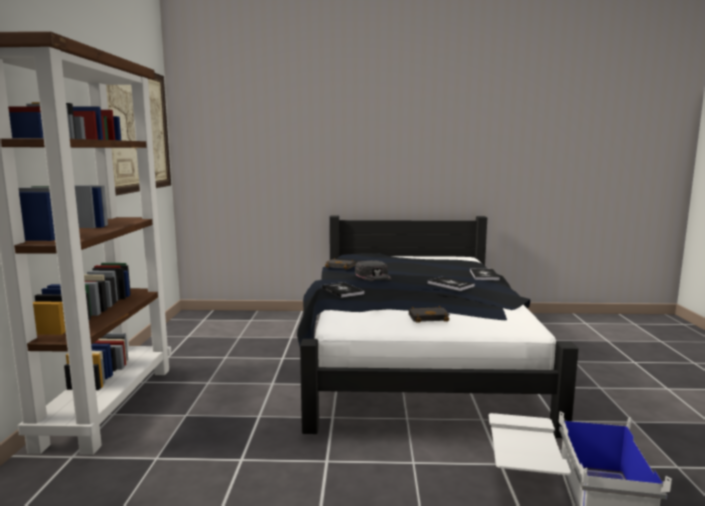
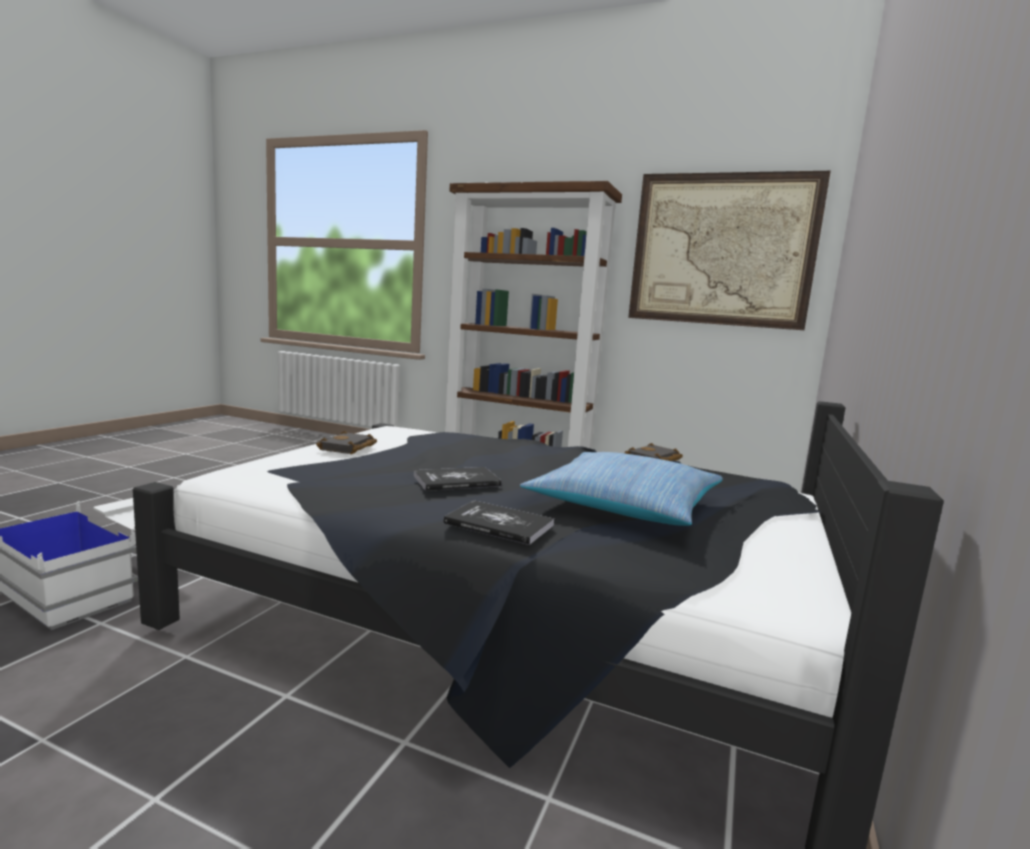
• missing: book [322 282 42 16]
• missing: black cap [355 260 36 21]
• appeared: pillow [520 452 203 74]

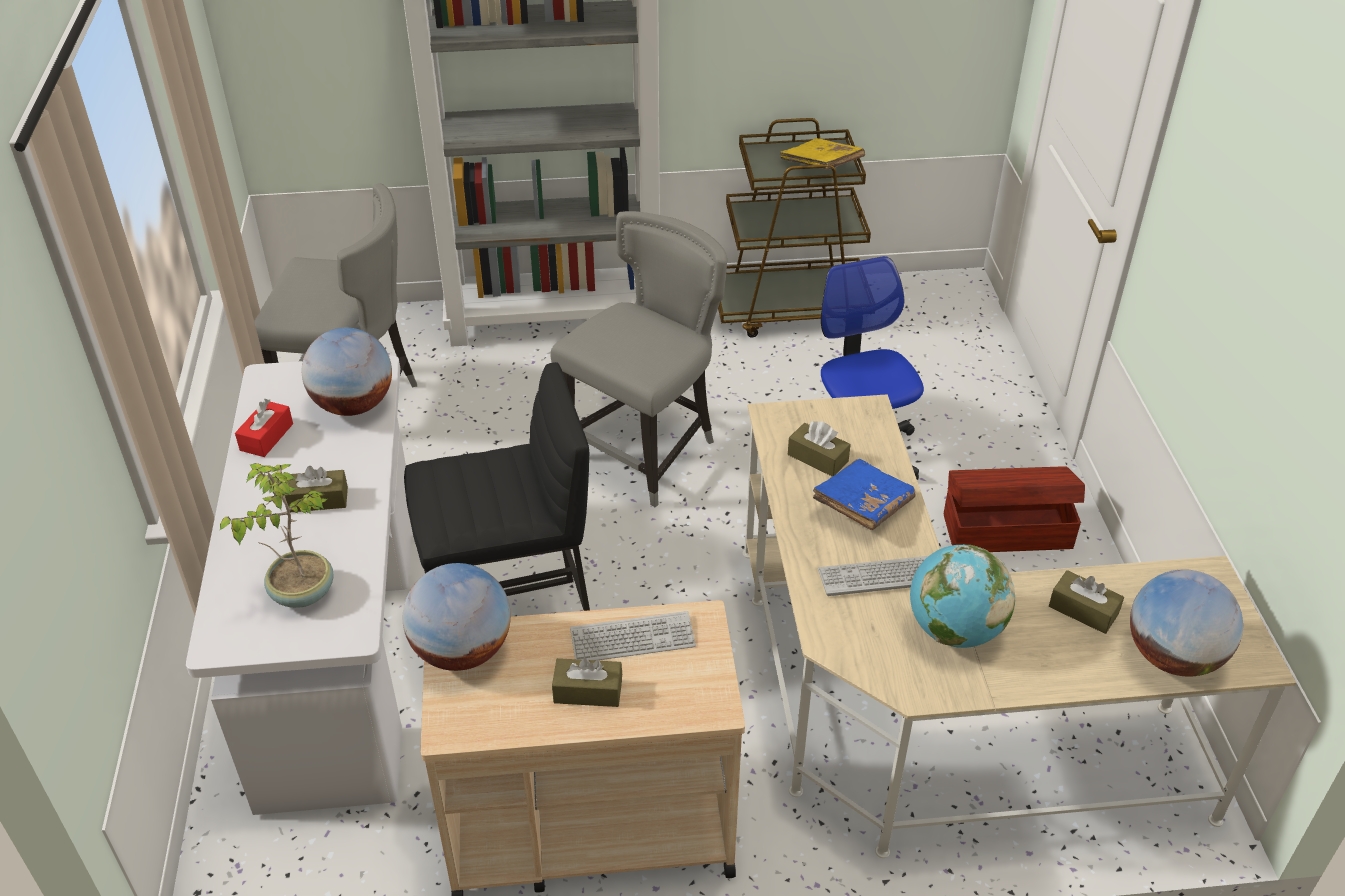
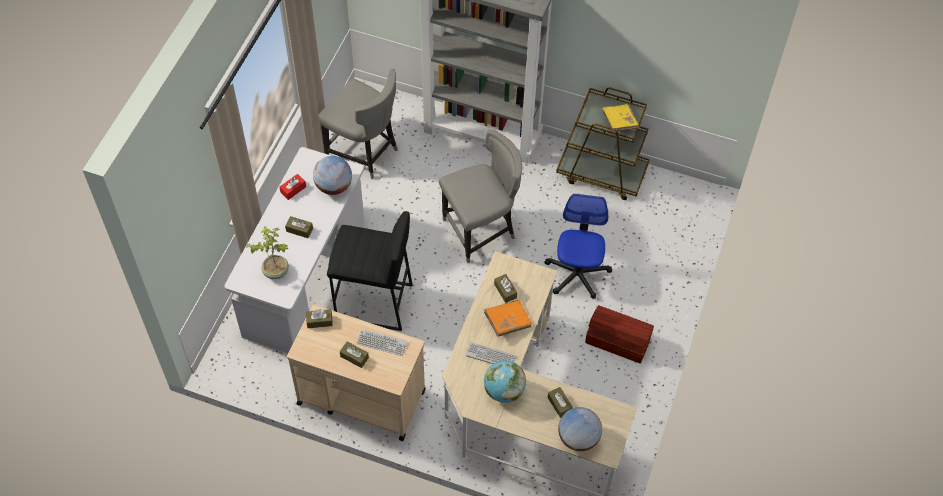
• exchanged: globe [403 563 108 108] to brown tissue box [306 309 27 19]
• colour: blue book [813 459 103 71] to orange book [484 300 48 37]

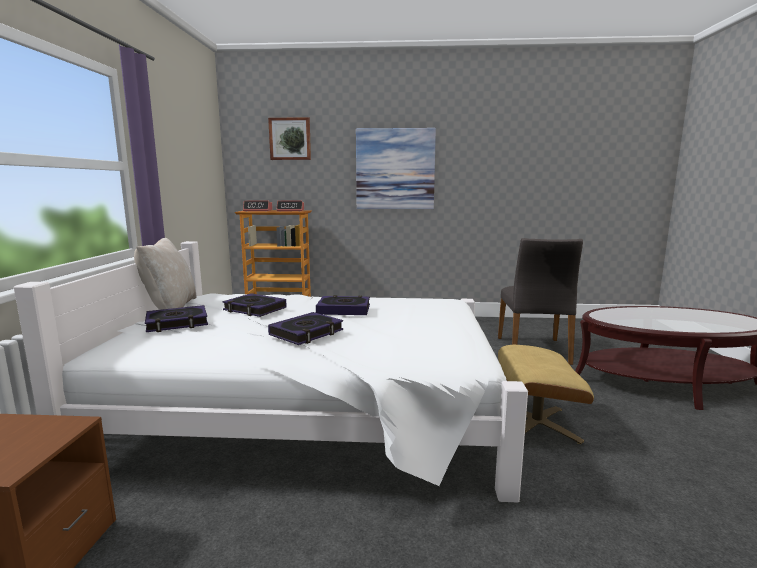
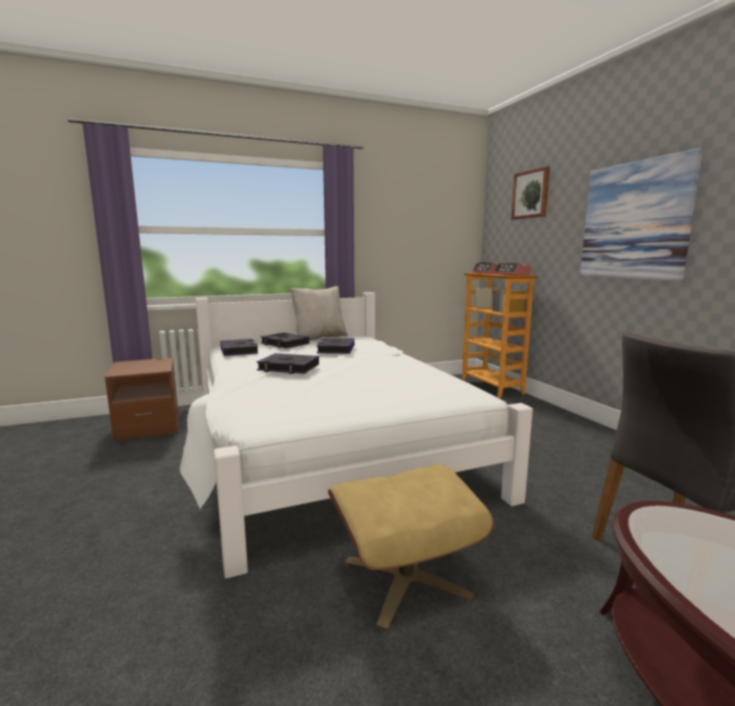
• relocated: book [316 295 54 20] to [220 339 38 17]

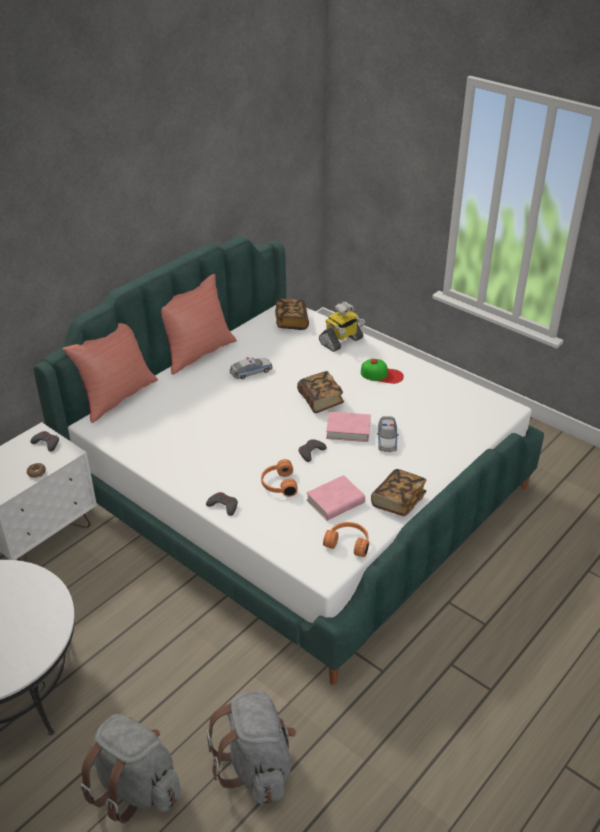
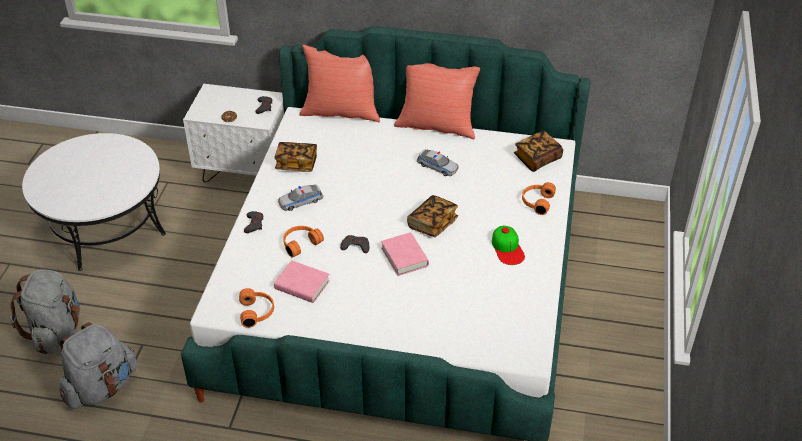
• exchanged: toy robot [319 302 47 50] to orange headphones [522 182 34 33]
• relocated: book [371 469 56 47] to [274 142 43 30]
• relocated: toy car [377 416 22 36] to [278 184 45 27]

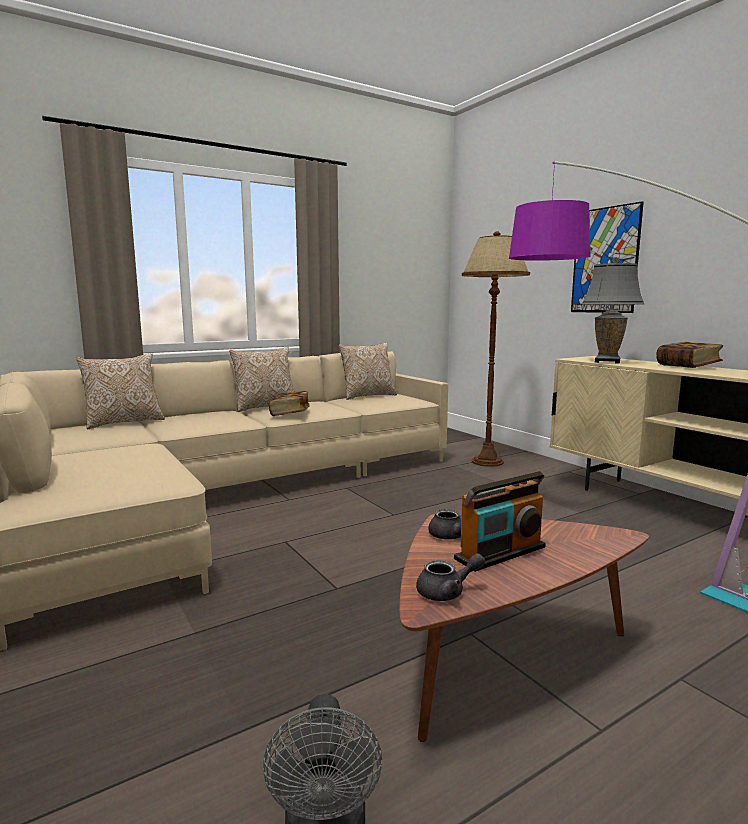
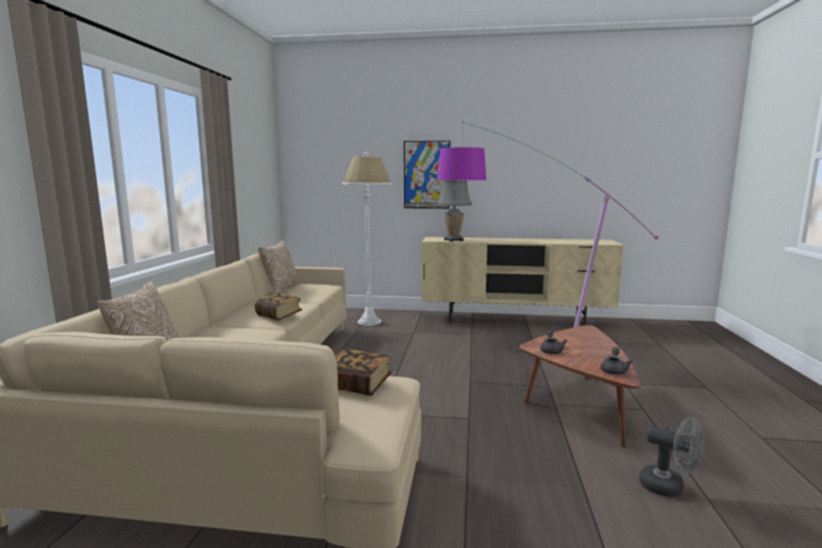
• missing: pillow [229 347 65 65]
• missing: radio [454 471 92 101]
• colour: brown floor lamp [462 231 68 236] to white floor lamp [342 152 50 174]
• relocated: book [657 342 66 26] to [335 349 57 47]

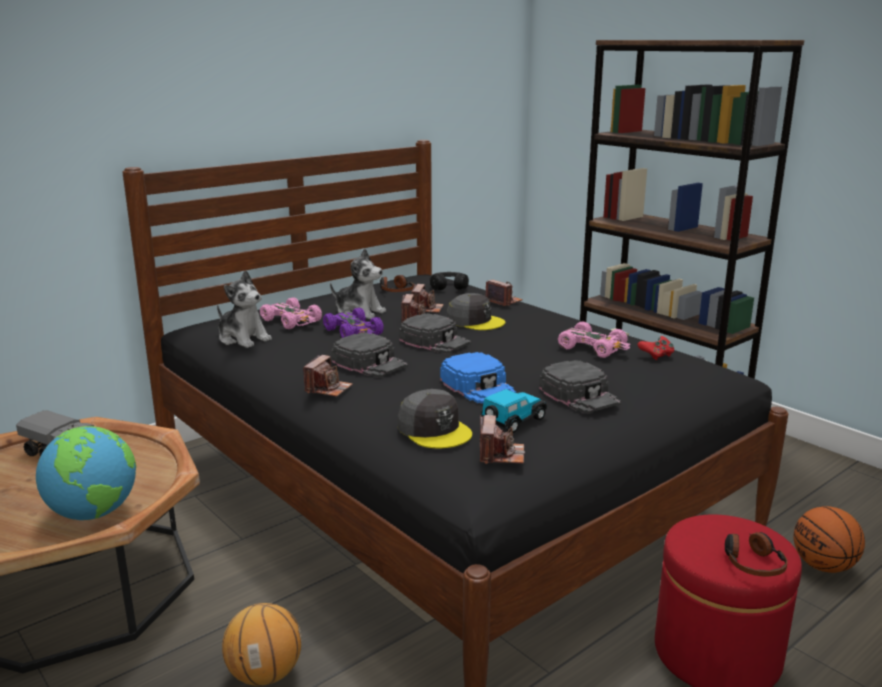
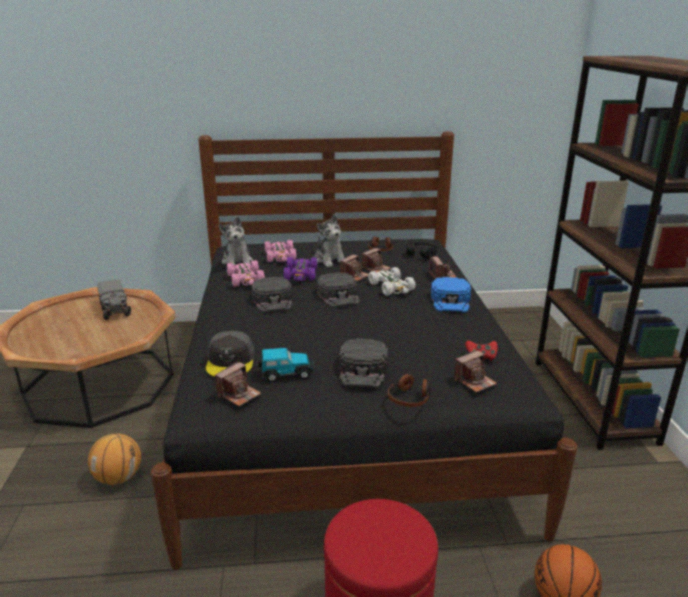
• missing: globe [36 426 100 94]
• relocated: photo camera [303 355 50 42] to [454 350 43 42]
• relocated: blue cap [440 352 76 52] to [431 277 40 36]
• exchanged: grey cap [447 293 59 37] to white toy car [368 267 47 29]
• relocated: pink toy car [558 322 72 36] to [227 260 38 27]
• relocated: headphones [725 532 63 44] to [388 373 43 34]

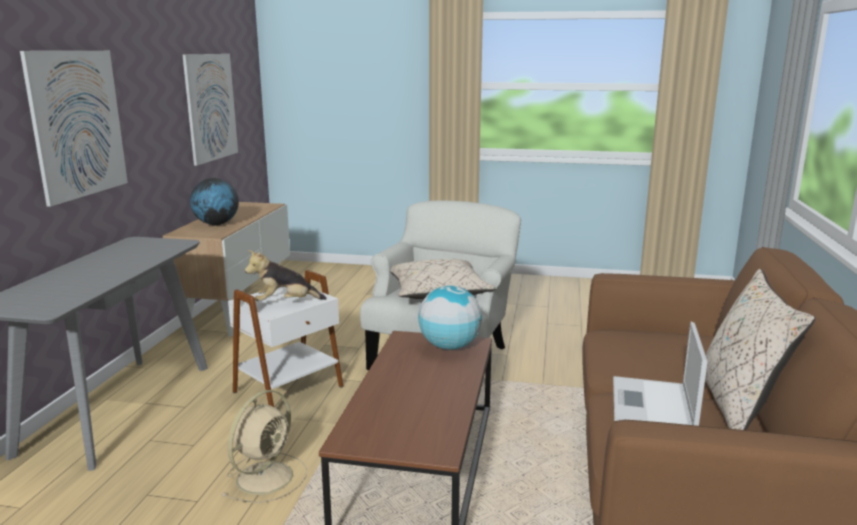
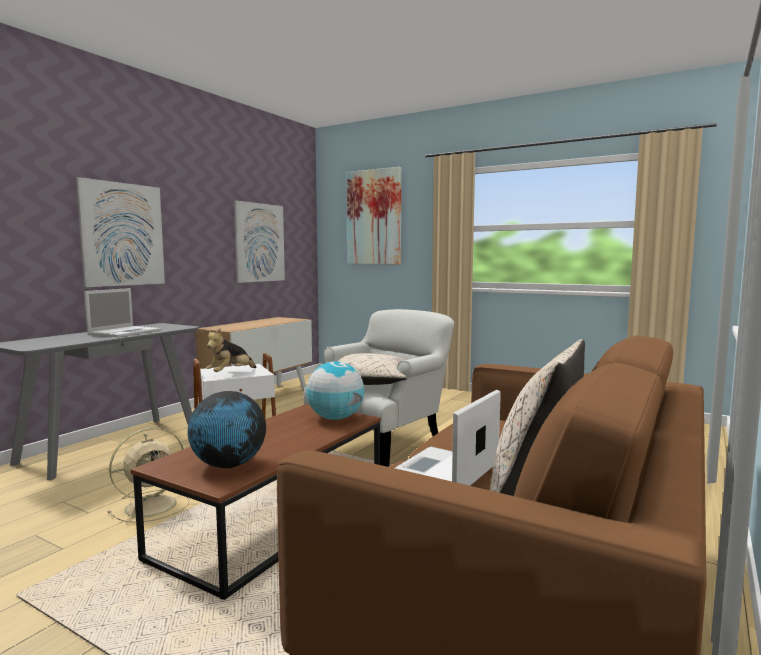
• relocated: globe [190 178 49 48] to [188 391 78 77]
• spun: plush toy [245 250 82 51] = [205 328 51 44] 60 degrees counterclockwise
• appeared: laptop [84 288 77 49]
• appeared: picture [347 167 54 98]

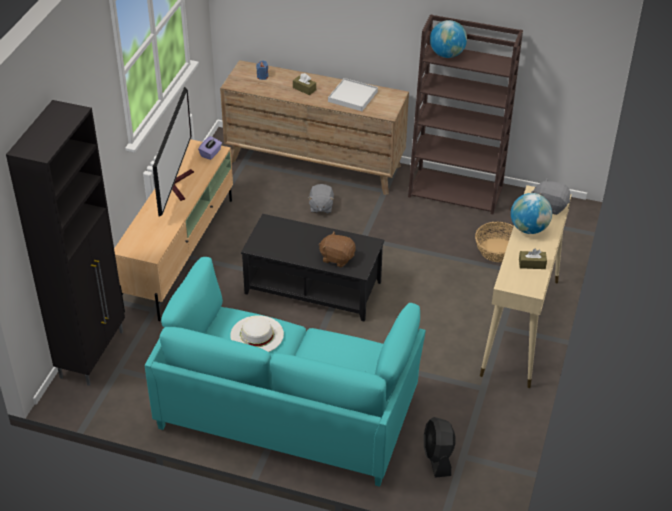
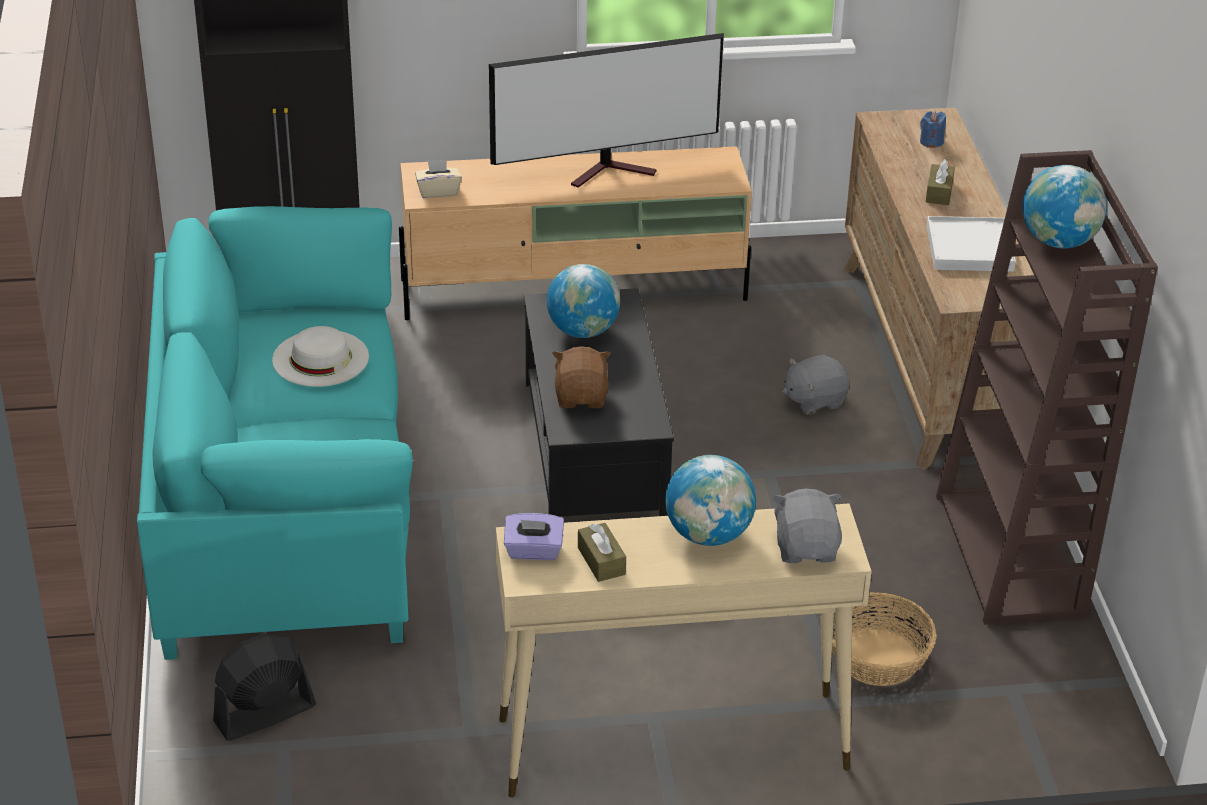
• relocated: purple tissue box [198 136 24 24] to [504 513 60 47]
• appeared: beige tissue box [415 159 47 39]
• appeared: globe [547 264 73 74]

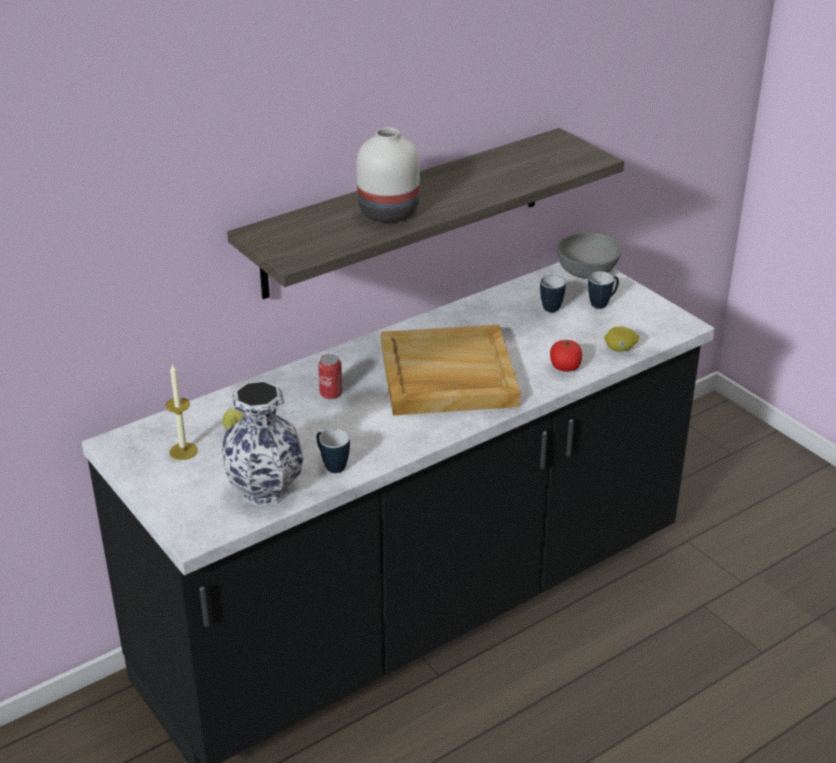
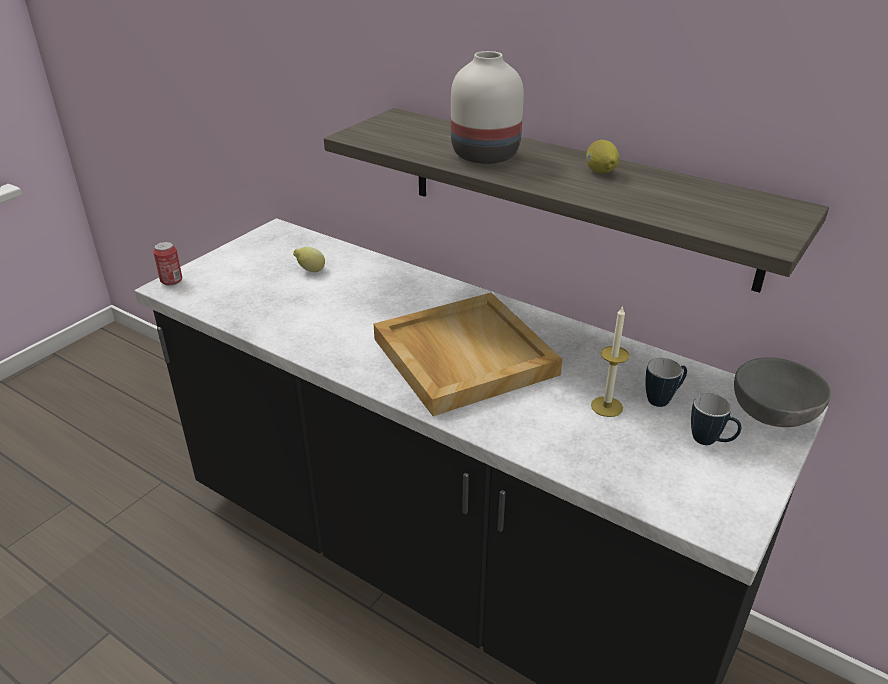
• relocated: candle [165 363 33 97] to [591 305 38 112]
• missing: vase [222 381 81 125]
• missing: mug [316 429 34 44]
• relocated: can [318 354 25 45] to [153 242 29 44]
• missing: tomato [550 340 32 32]
• relocated: lemon [604 326 35 26] to [586 140 33 34]

